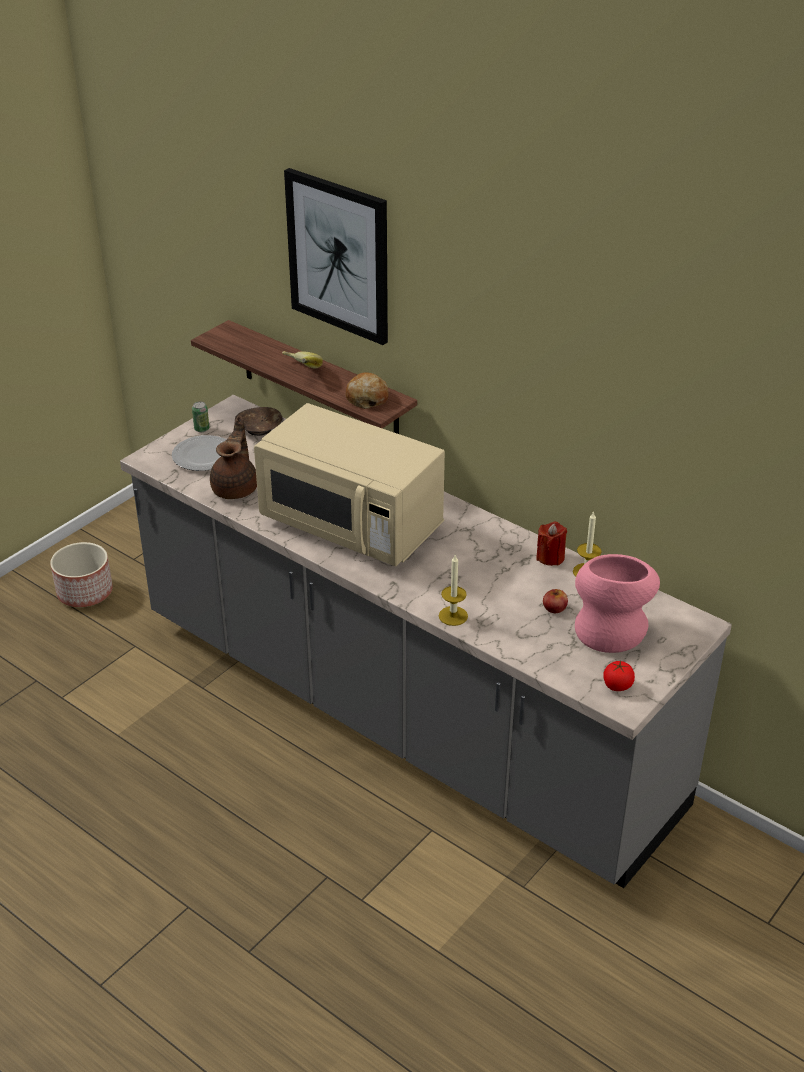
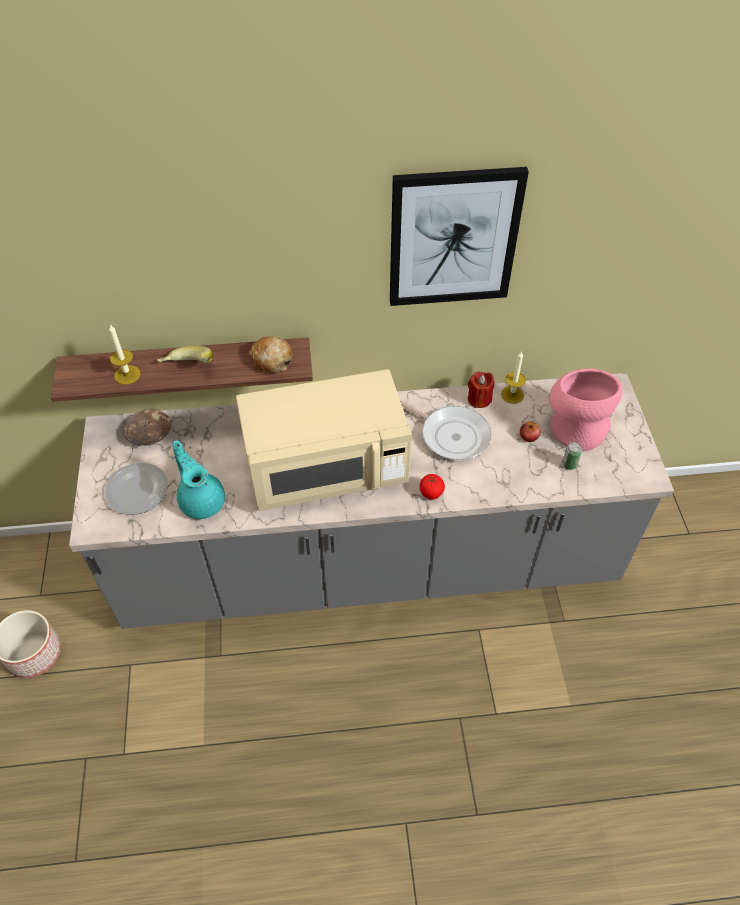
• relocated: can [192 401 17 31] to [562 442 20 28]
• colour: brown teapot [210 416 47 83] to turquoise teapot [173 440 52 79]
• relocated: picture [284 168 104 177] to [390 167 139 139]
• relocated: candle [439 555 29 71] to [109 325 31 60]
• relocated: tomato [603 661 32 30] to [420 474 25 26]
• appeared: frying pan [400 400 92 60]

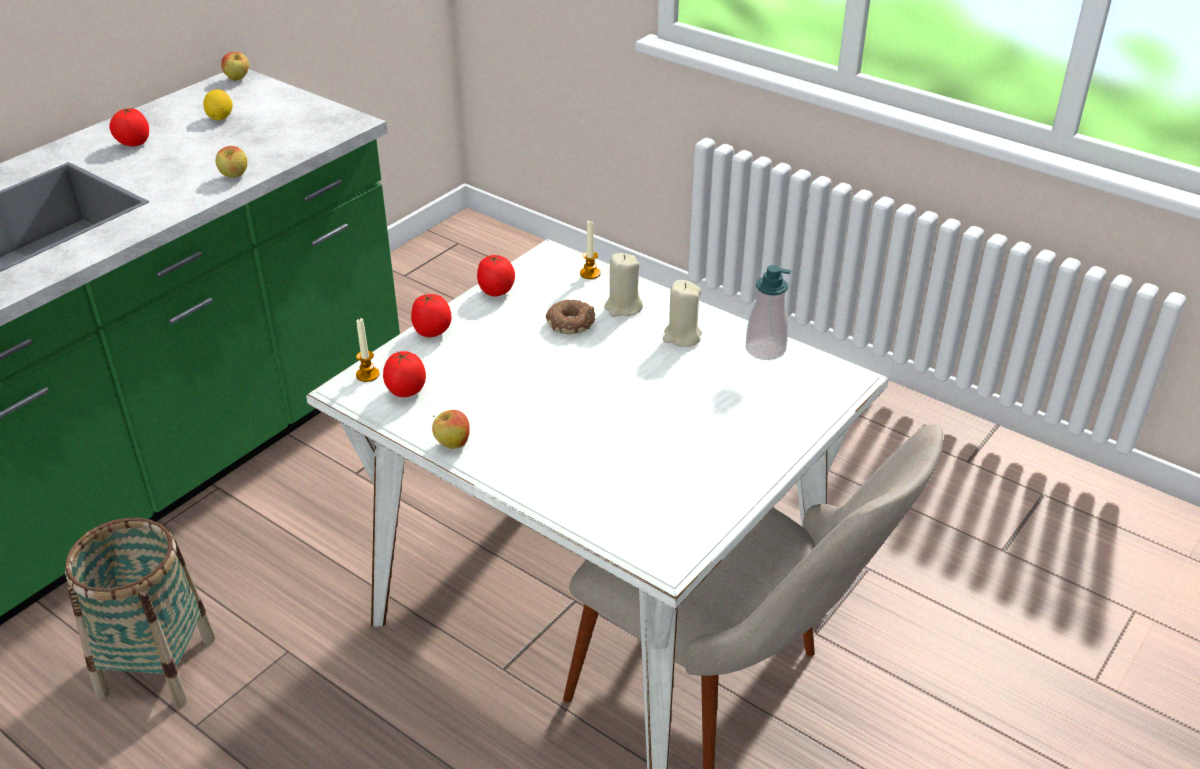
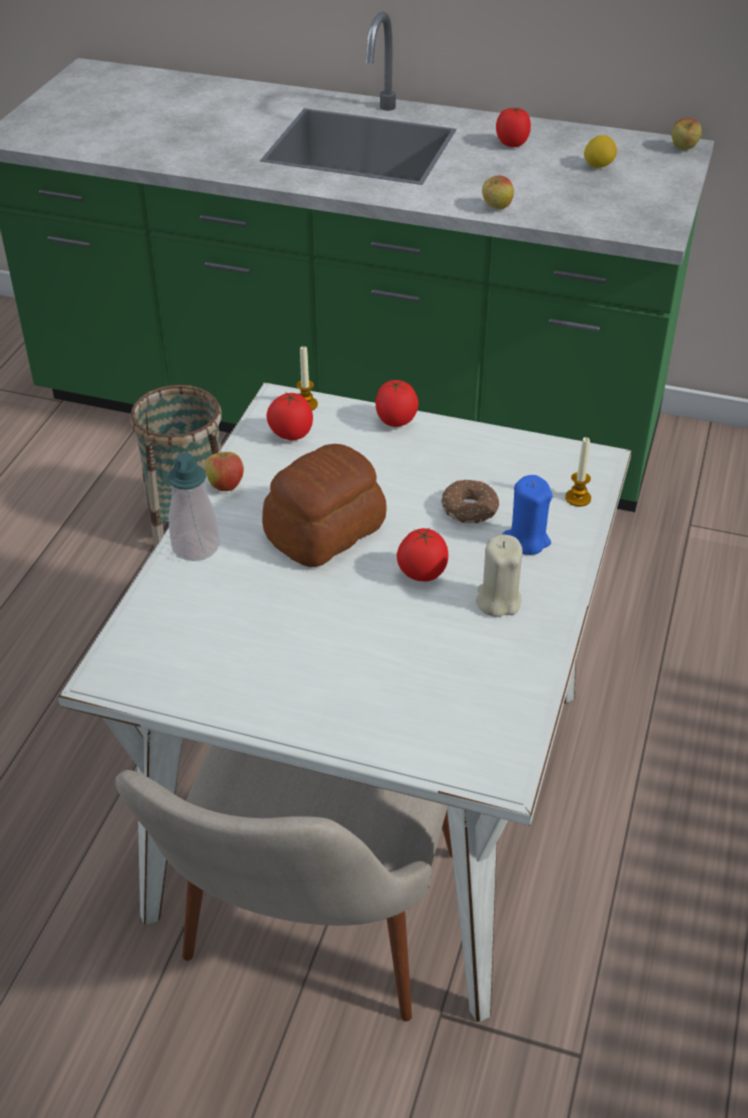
• relocated: tomato [477 255 38 41] to [397 527 51 54]
• colour: beige candle [604 253 39 64] to blue candle [502 475 51 80]
• relocated: soap dispenser [746 265 45 95] to [168 453 52 108]
• appeared: bread [262 444 125 123]

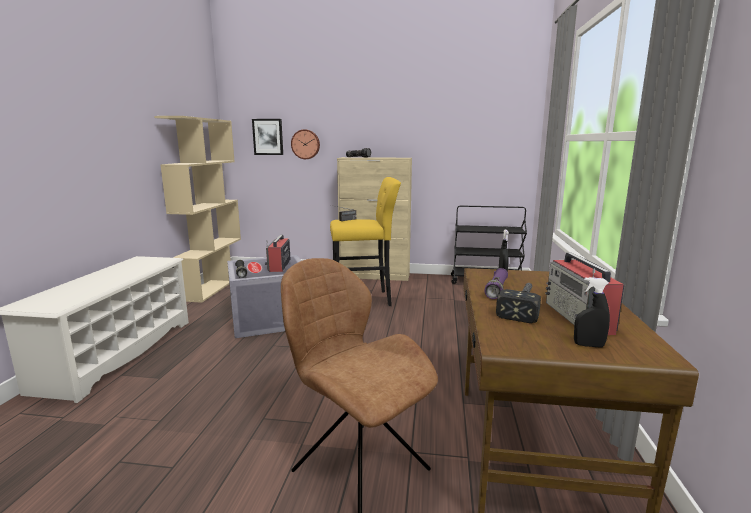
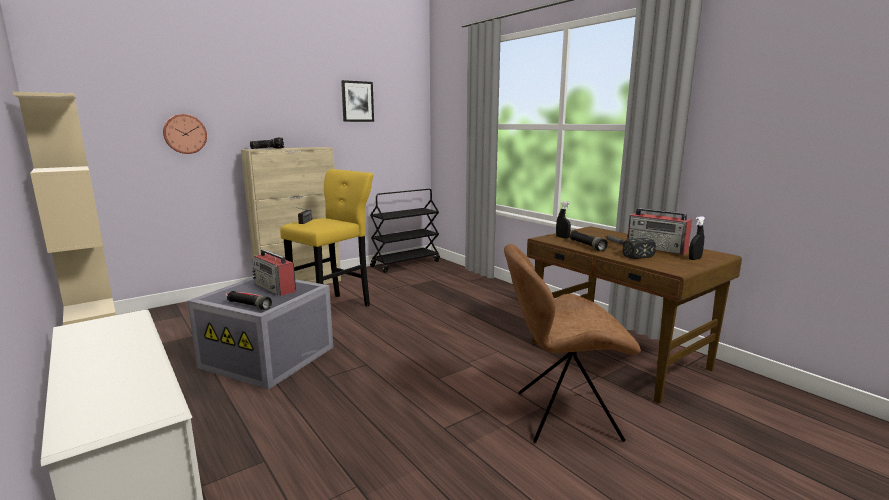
• relocated: picture [252 119 31 36] to [341 80 33 42]
• colour: purple flashlight [485 268 23 31] to black flashlight [569 230 39 21]

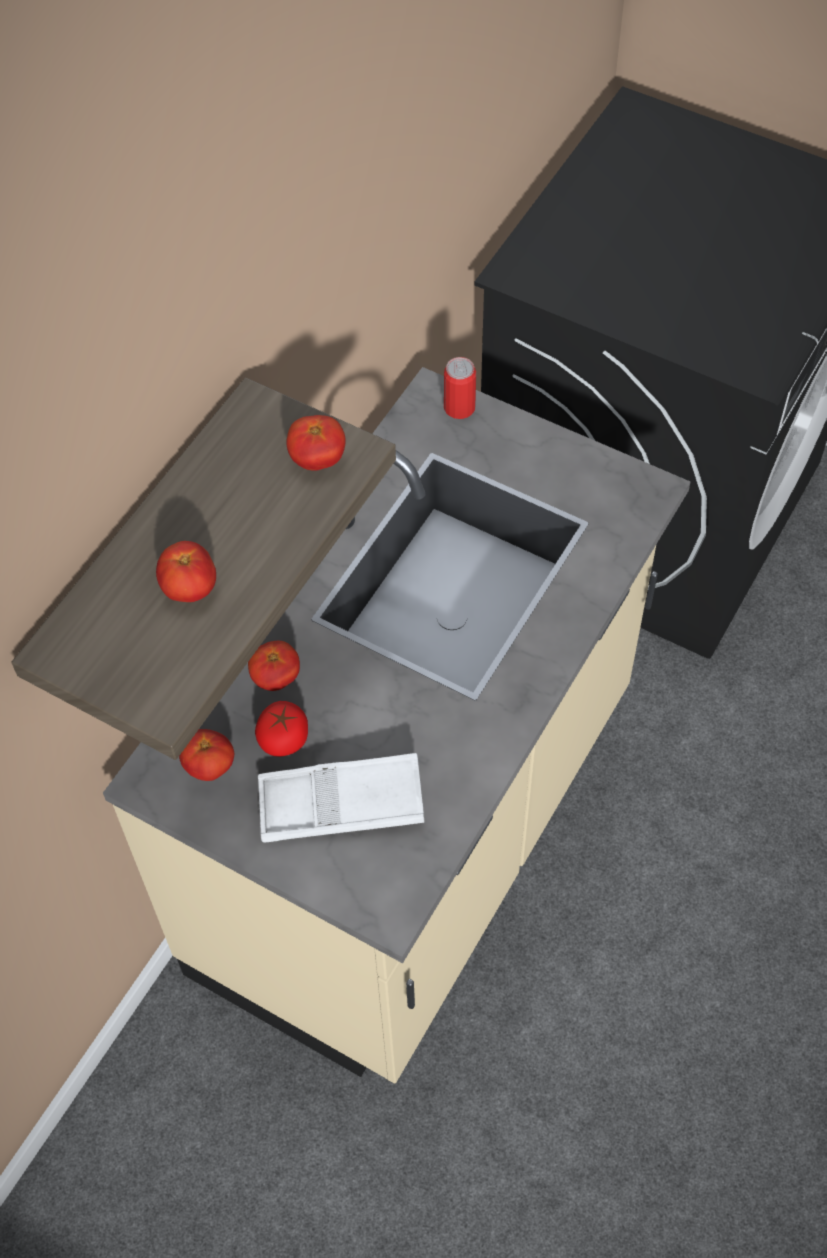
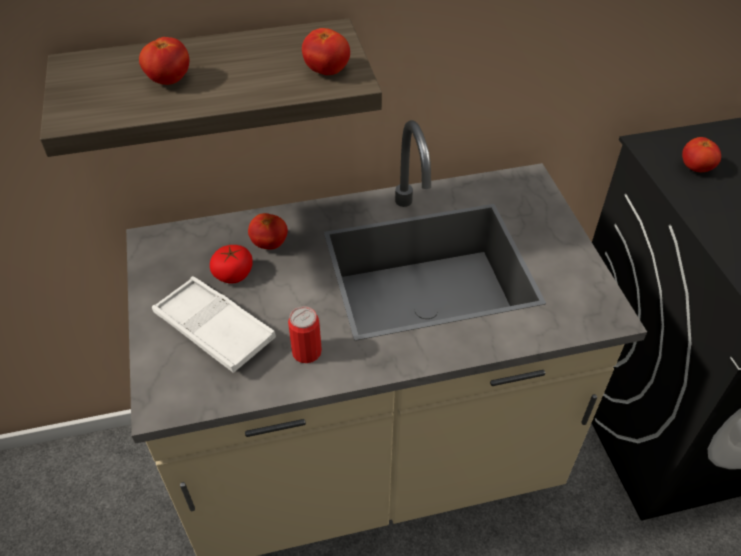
• relocated: tomato [179 729 55 52] to [682 137 39 35]
• relocated: can [444 357 32 62] to [288 306 34 57]

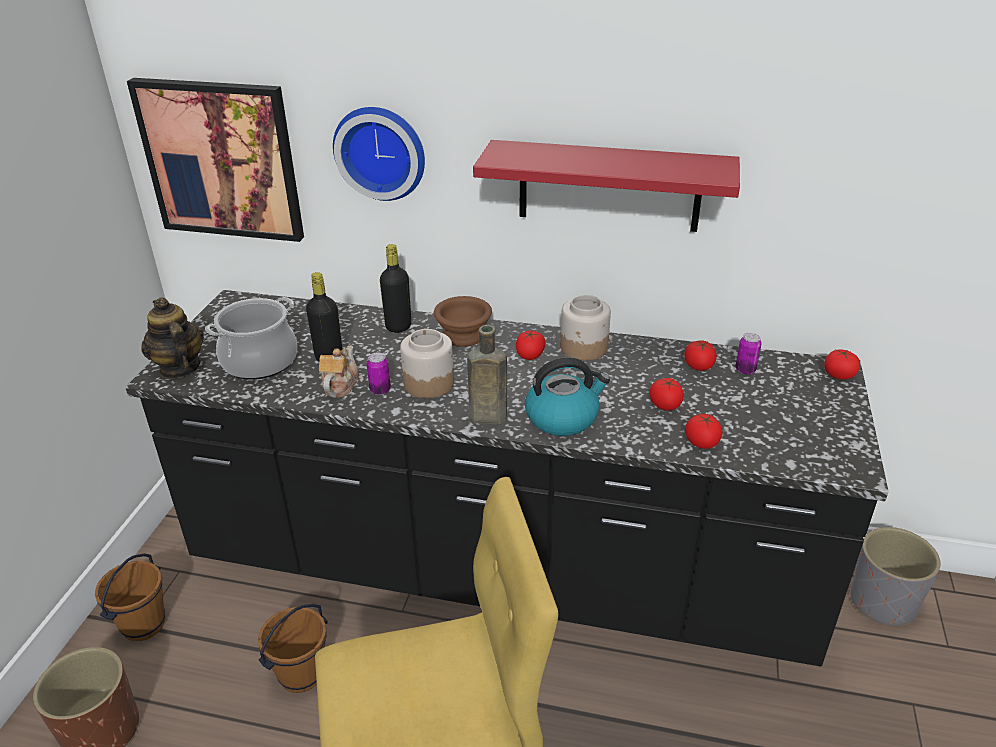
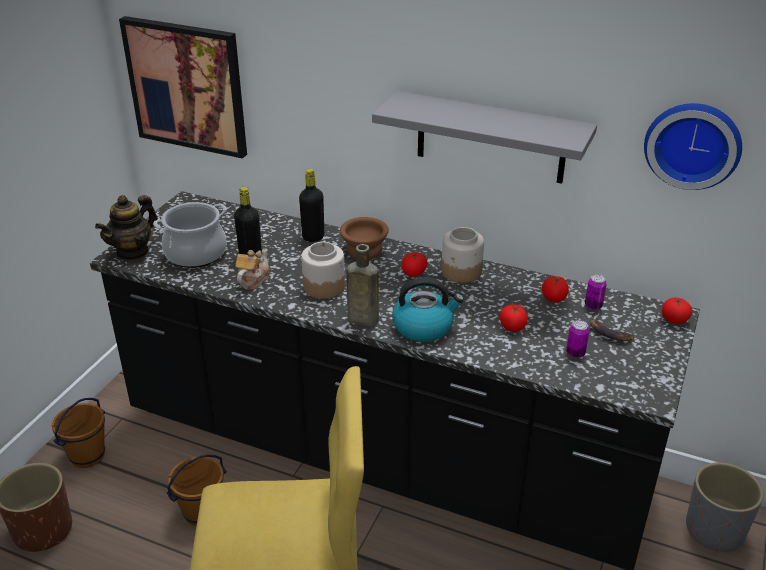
• spun: teapot [141 297 63 82] = [95 195 63 66] 120 degrees counterclockwise
• relocated: wall clock [333 107 92 94] to [644 103 98 87]
• relocated: can [366 352 25 43] to [566 320 23 38]
• colour: red shelf [473 140 267 92] to grey shelf [372 91 225 93]
• missing: tomato [685 414 38 35]
• appeared: banana [590 317 44 24]

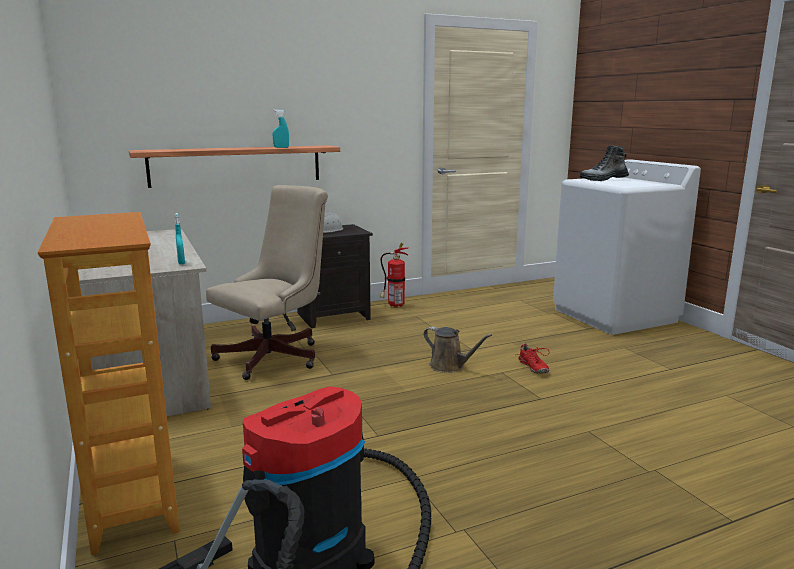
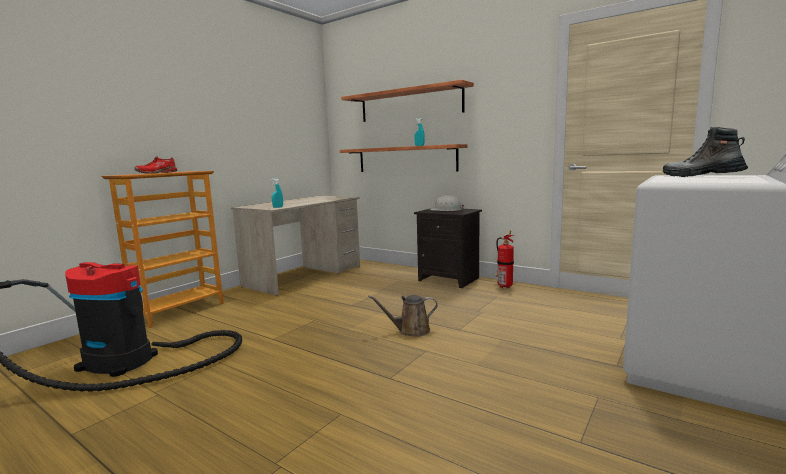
• missing: beige office chair [206 185 122 195]
• spun: brown watering can [424 326 68 47] = [368 295 70 42] 75 degrees clockwise
• relocated: red shoe [517 343 32 31] to [134 156 43 18]
• appeared: shelf [341 80 133 42]

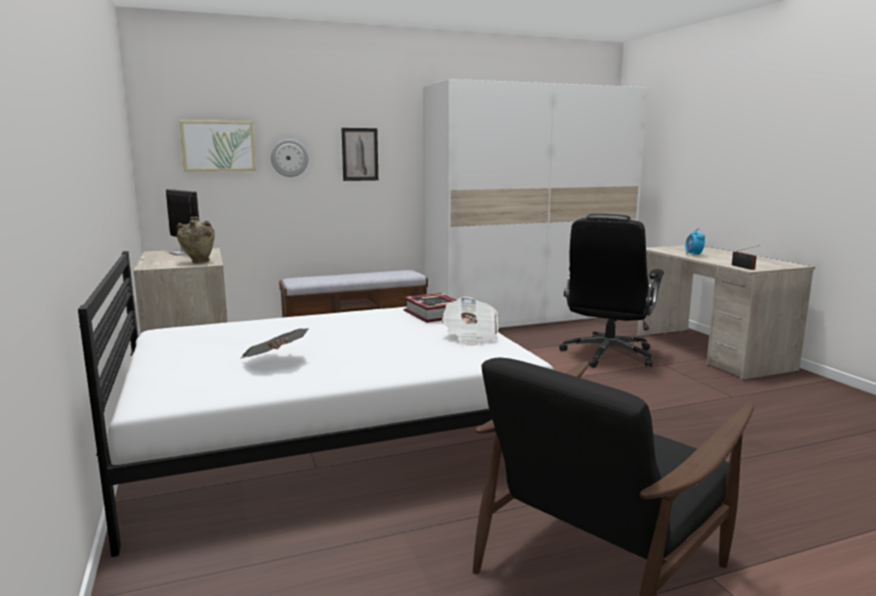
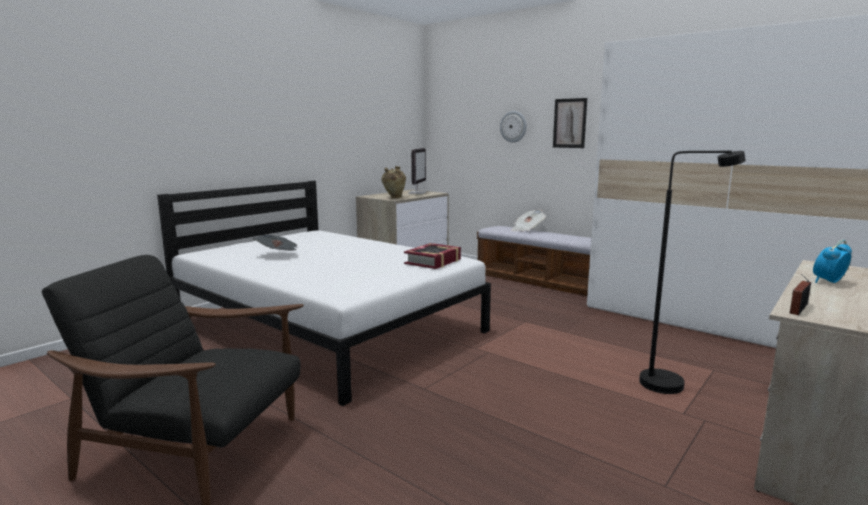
• missing: picture [179 120 77 52]
• relocated: newspaper [442 297 56 49] to [511 209 35 23]
• exchanged: black office chair [559 214 105 154] to black floor lamp [639 150 107 244]

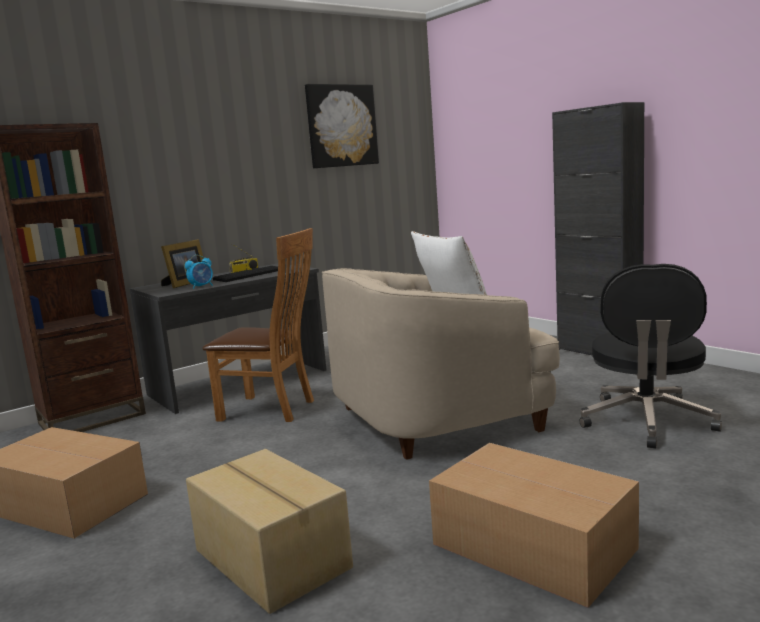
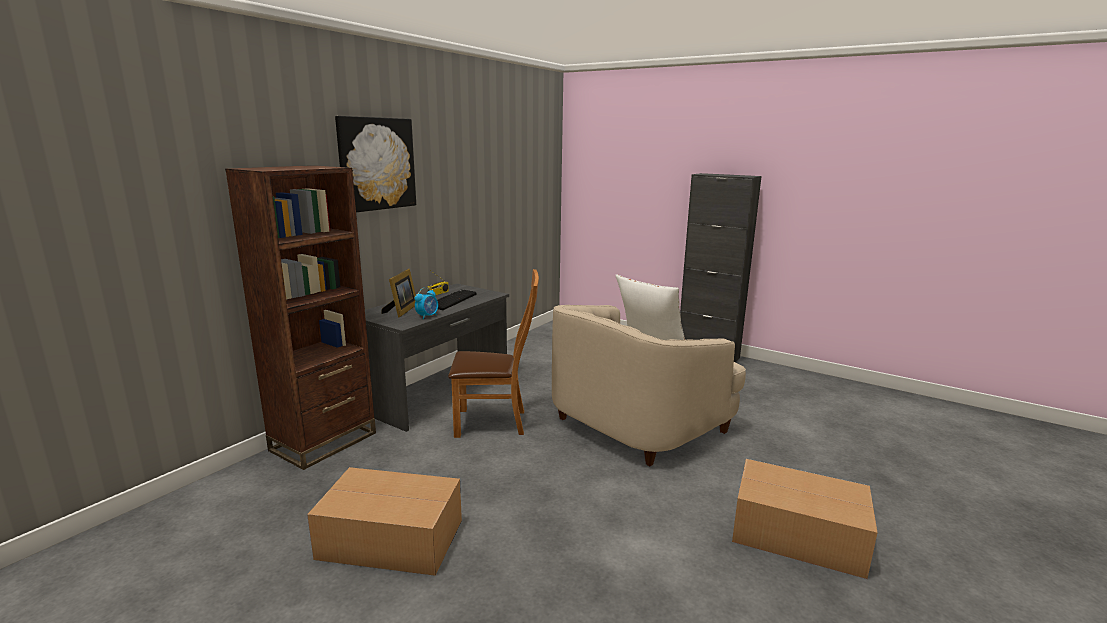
• missing: cardboard box [186 449 167 165]
• relocated: picture [305 84 74 84] to [335 116 81 96]
• missing: black office chair [580 264 142 184]

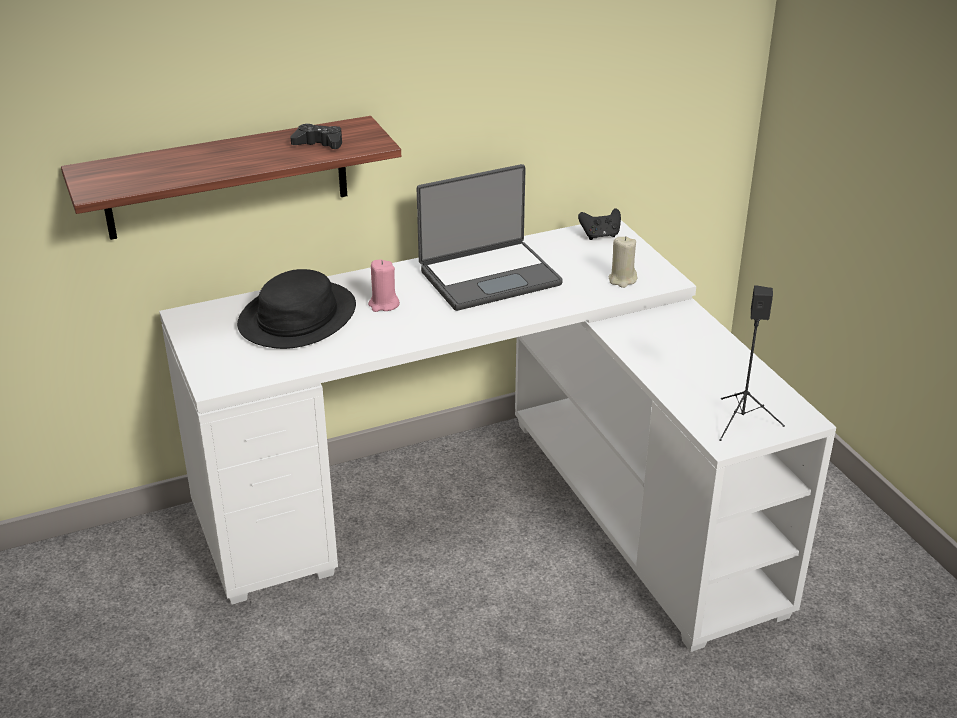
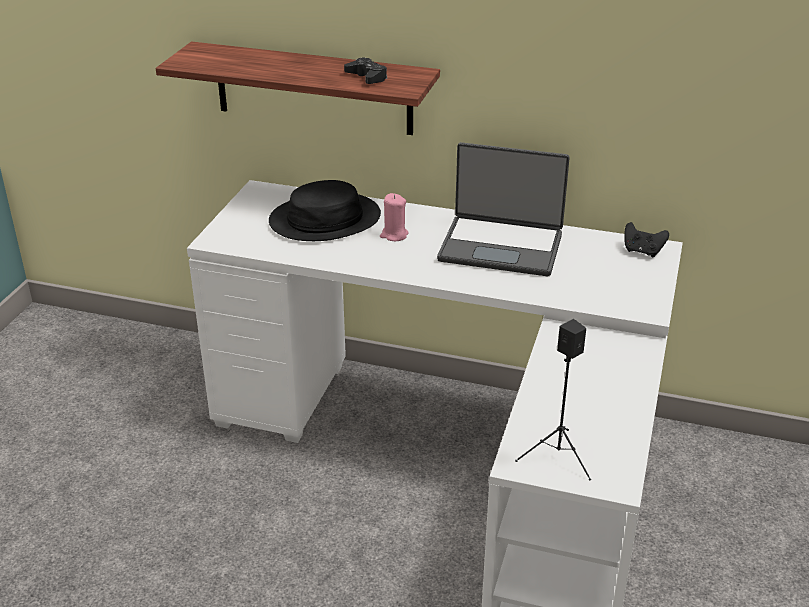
• missing: beige candle [608 236 29 52]

